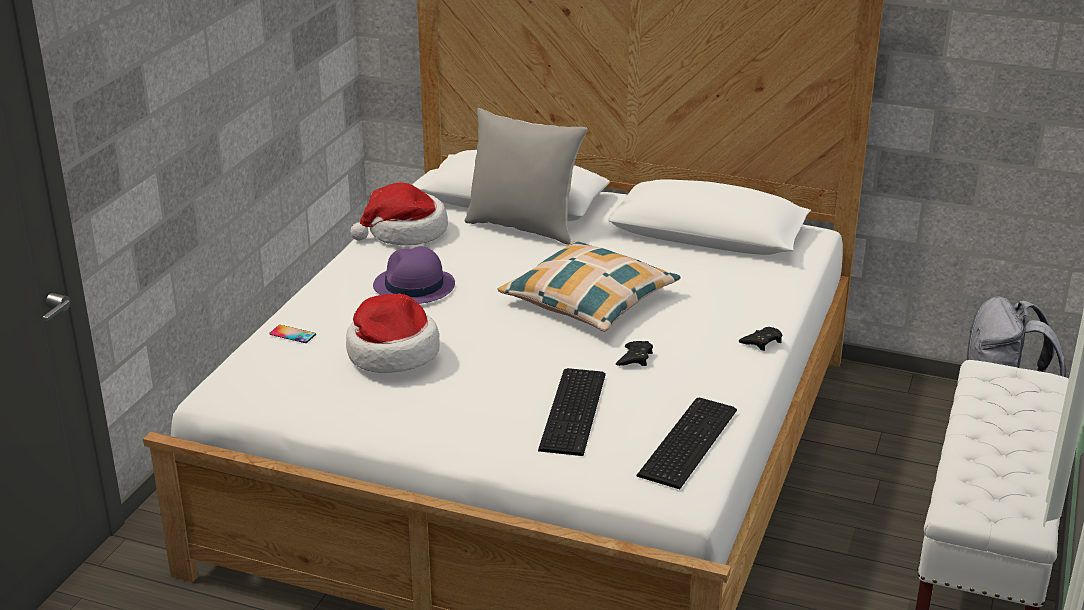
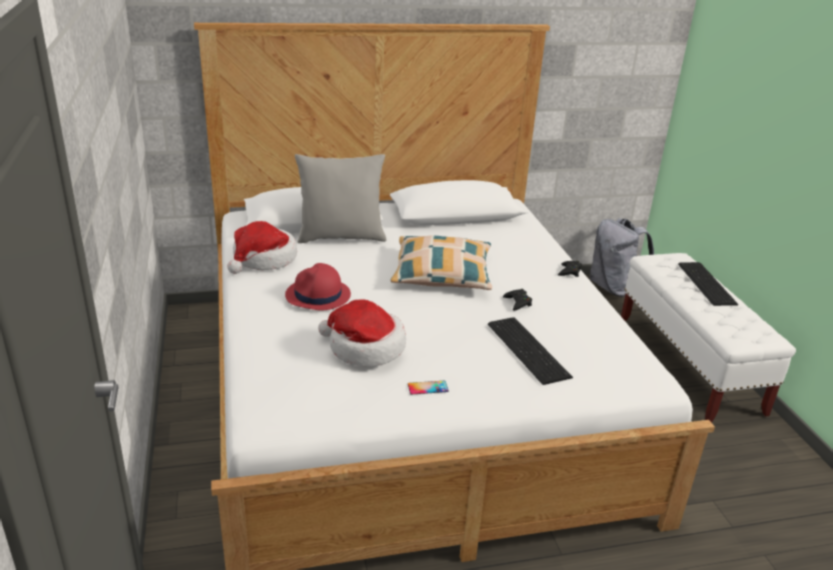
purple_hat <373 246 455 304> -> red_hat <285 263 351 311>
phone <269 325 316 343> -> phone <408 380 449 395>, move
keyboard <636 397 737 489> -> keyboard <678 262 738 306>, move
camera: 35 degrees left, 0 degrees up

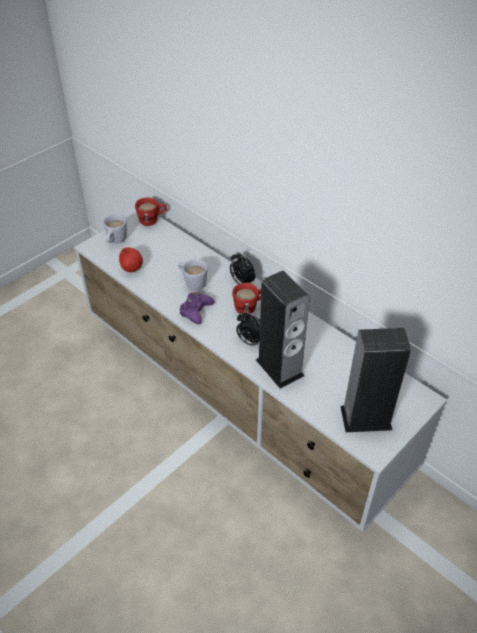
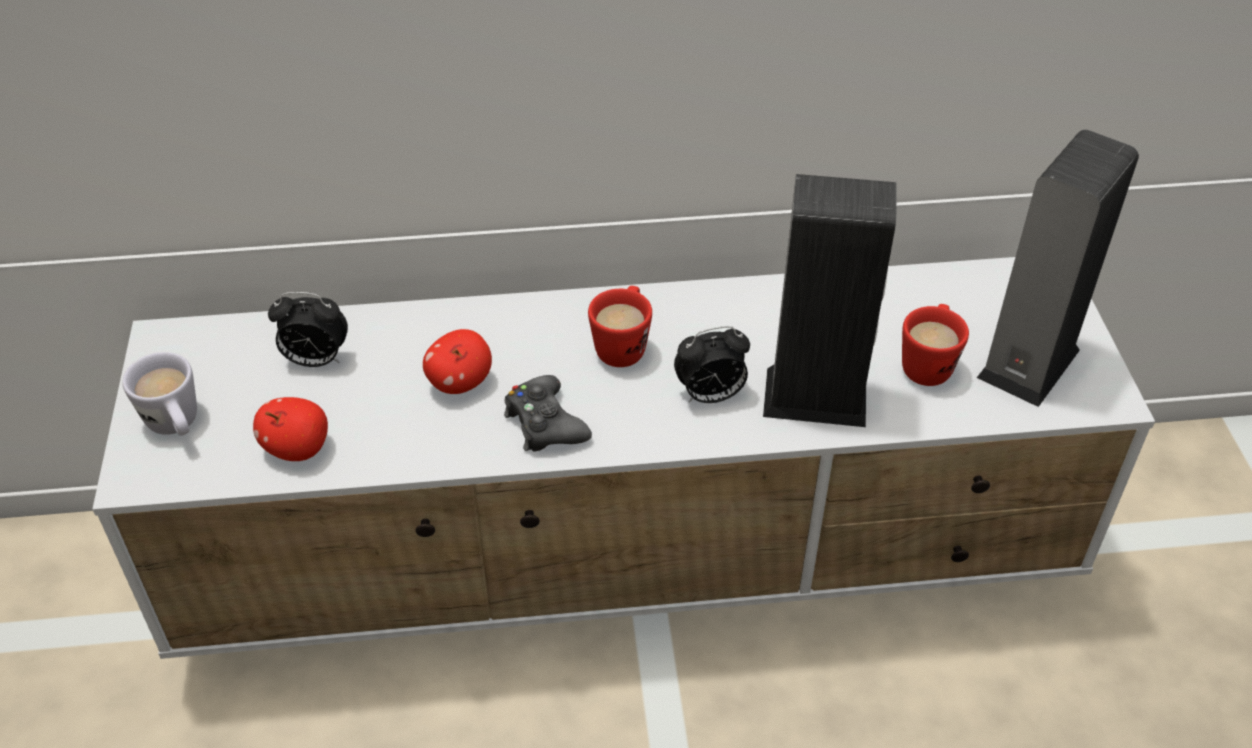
red_mug <135 198 167 226> -> red_mug <902 304 969 386>, move
alarm_clock <230 252 255 284> -> alarm_clock <268 292 348 367>, move
white_mug <178 259 208 291> -> apple <423 329 492 394>
purple_game_controller <180 292 215 324> -> black_game_controller <504 375 592 452>
camera: 50 degrees left, 0 degrees up

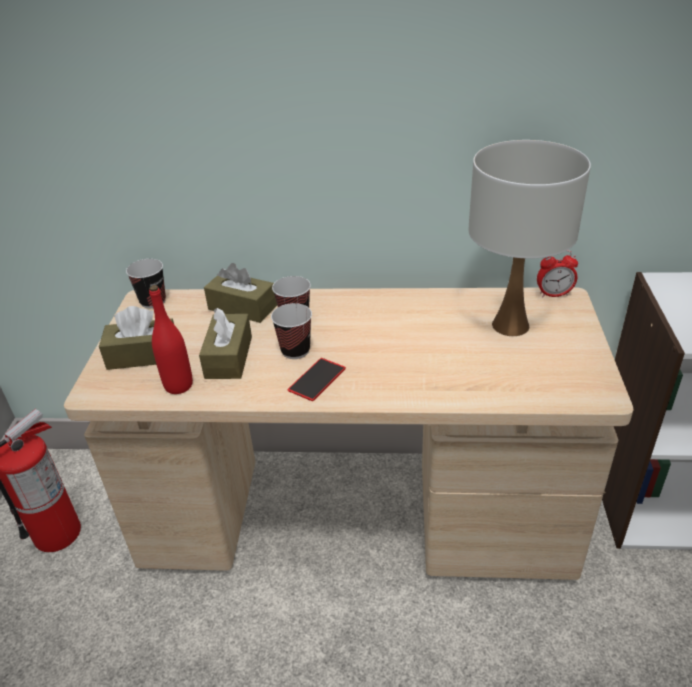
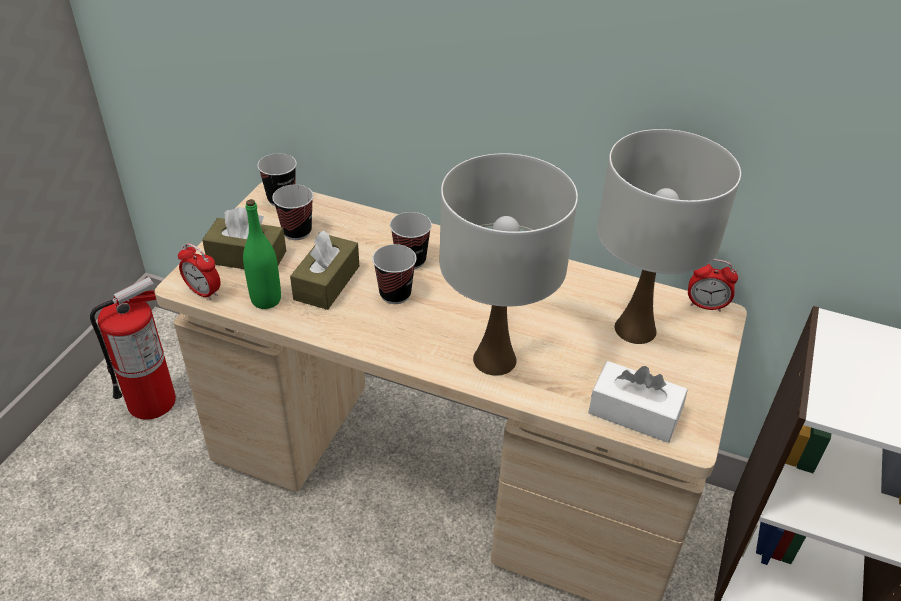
brown_tissue_box <204 263 277 323> -> none
red_bottle <149 285 193 394> -> green_bottle <243 199 281 309>
phone <288 358 346 401> -> none
none -> white_table_lamp <440 153 578 376>
none -> cup <272 185 313 240>
none -> alarm_clock <178 243 221 300>
none -> white_tissue_box <588 361 688 443>
camera: 15 degrees right, 5 degrees up

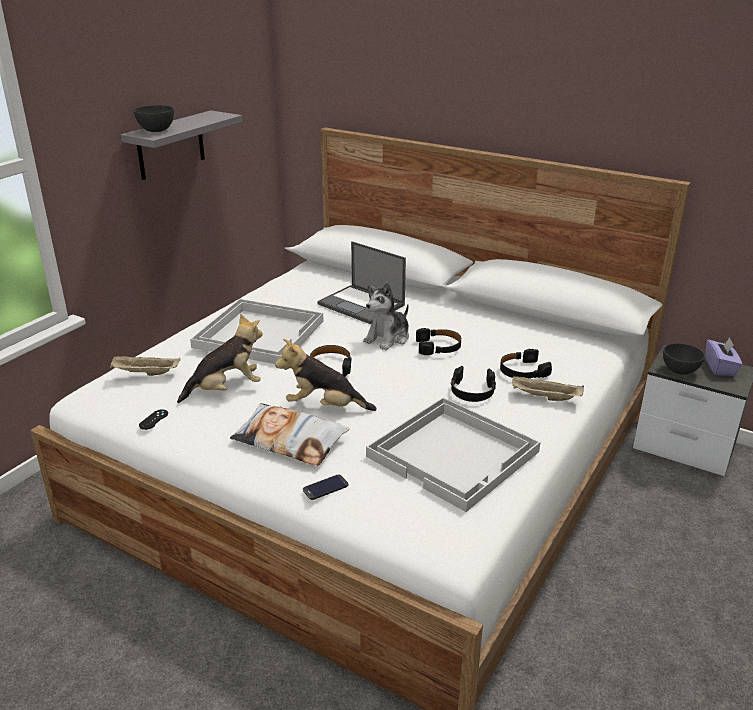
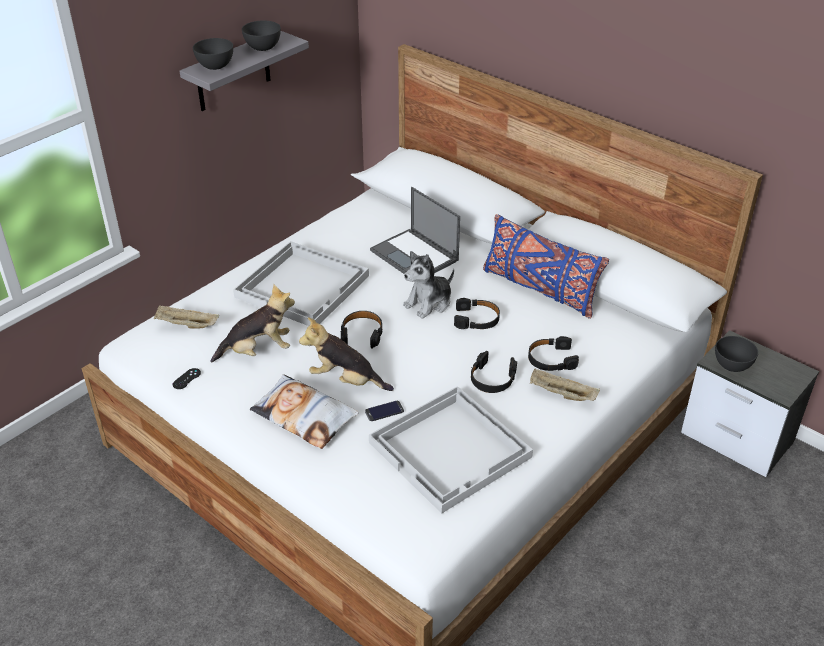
purple_tissue_box <706 337 742 376> -> none
phone <303 474 348 500> -> phone <365 401 404 421>, move
none -> grey_bowl <242 21 281 51>
none -> blue_pillow <483 214 609 319>
camera: 10 degrees right, 10 degrees up

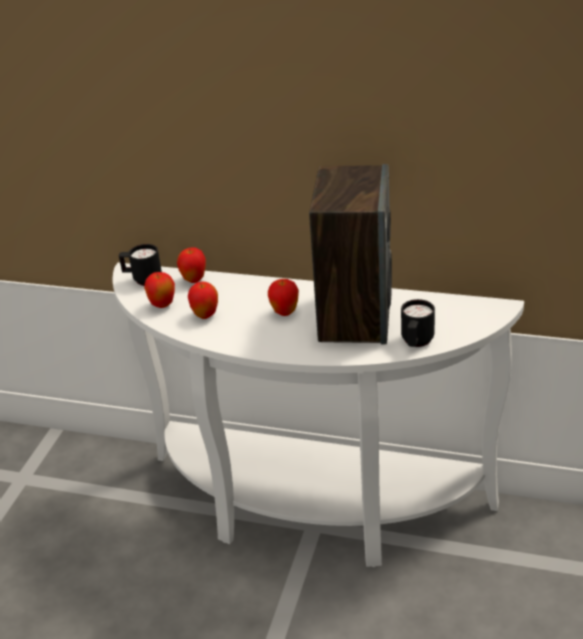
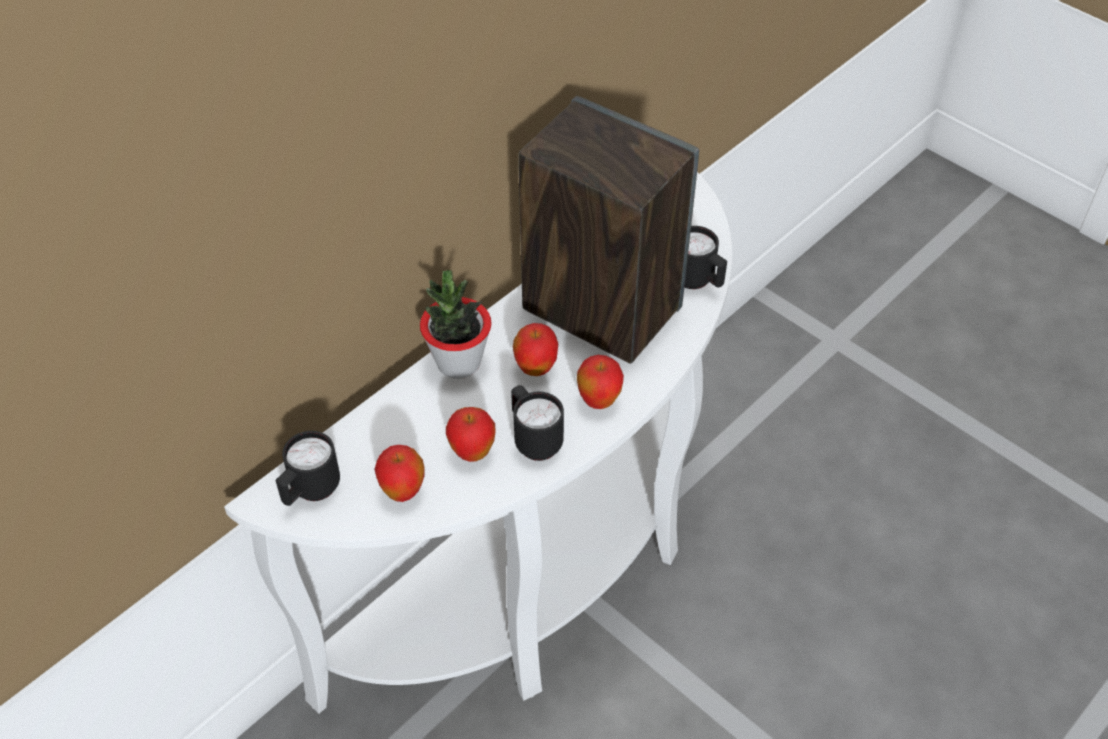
apple <177 247 206 283> -> apple <577 355 624 409>, move
none -> potted_plant <420 270 491 379>
none -> black_mug <511 385 564 461>
camera: 65 degrees left, 15 degrees up

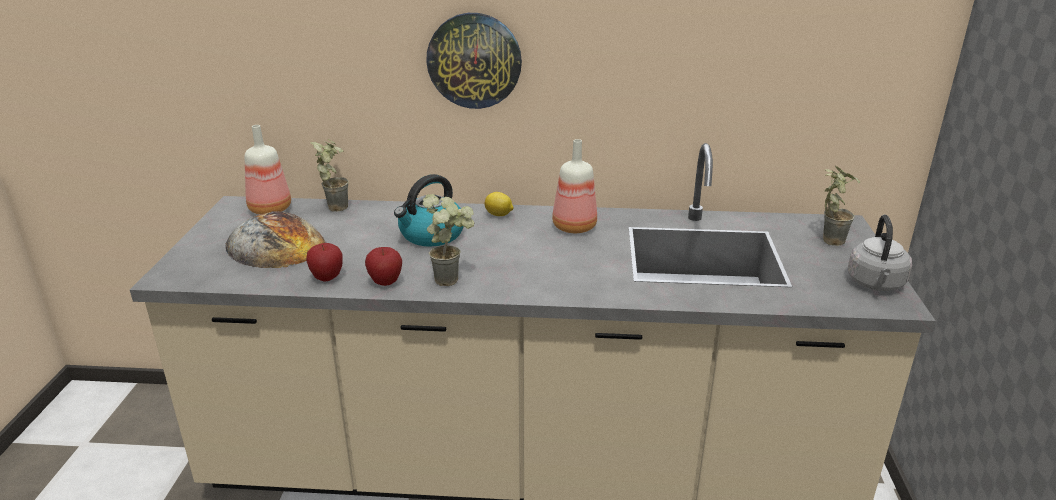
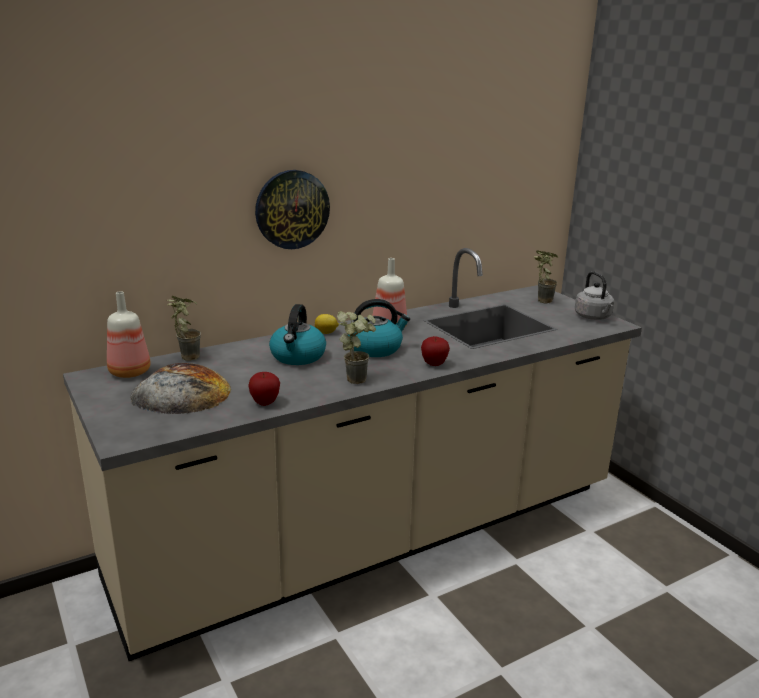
apple <365 247 402 286> -> apple <421 336 450 366>, move
none -> kettle <348 299 410 357>
camera: 35 degrees left, 5 degrees down

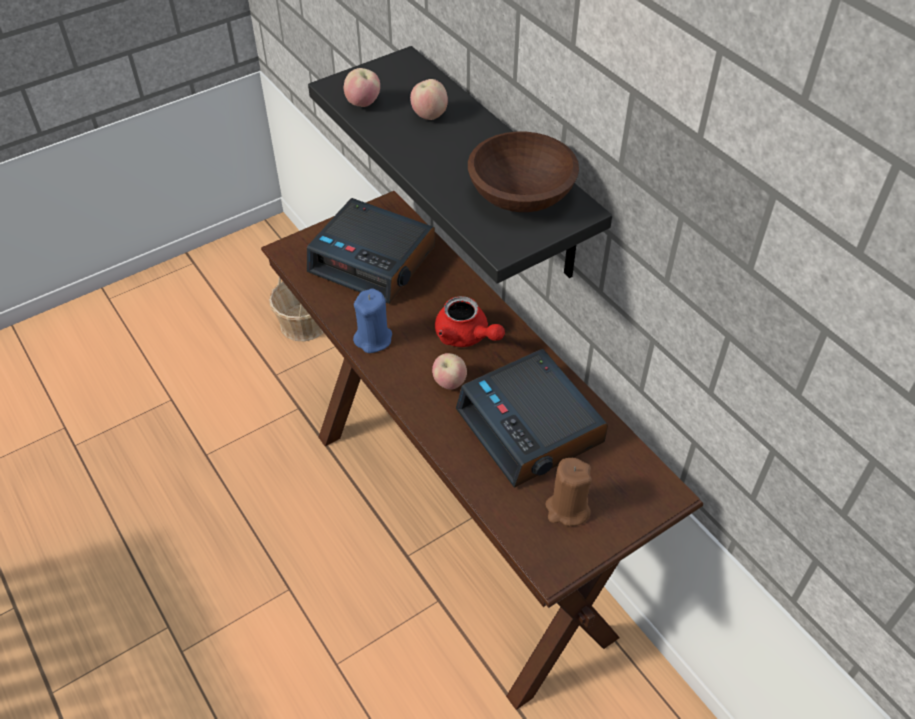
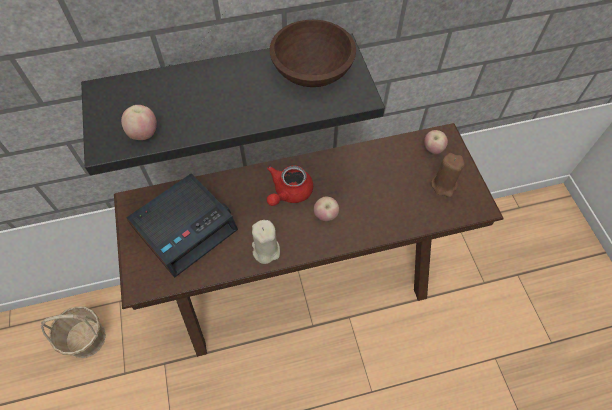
apple <410 79 448 120> -> apple <424 130 448 154>, move
blue_candle <353 289 392 353> -> beige_candle <252 220 280 264>
red_teapot <435 296 505 347> -> red_teapot <267 165 313 206>, 150 degrees clockwise
alarm_clock <456 349 608 488> -> none
camera: 70 degrees left, 10 degrees up

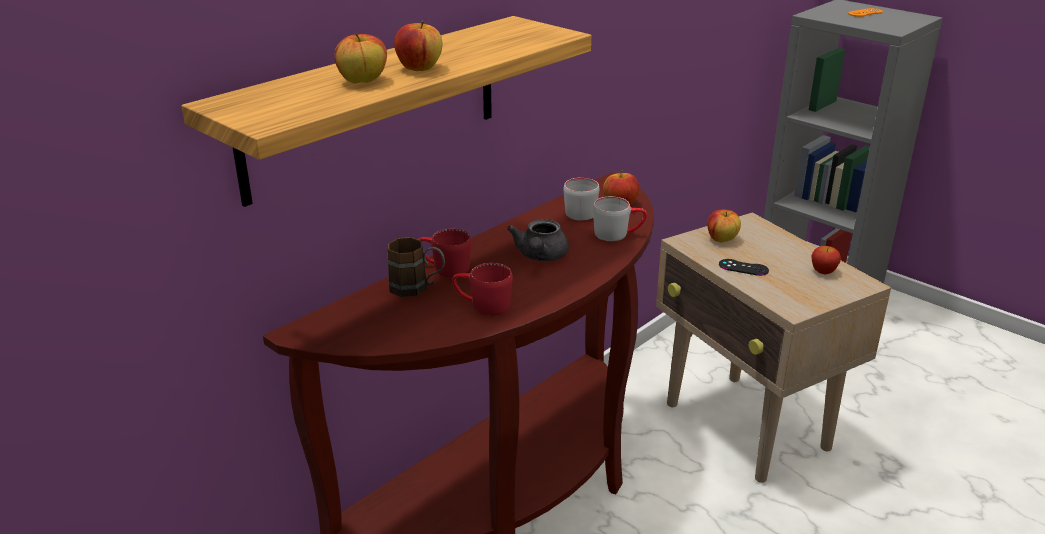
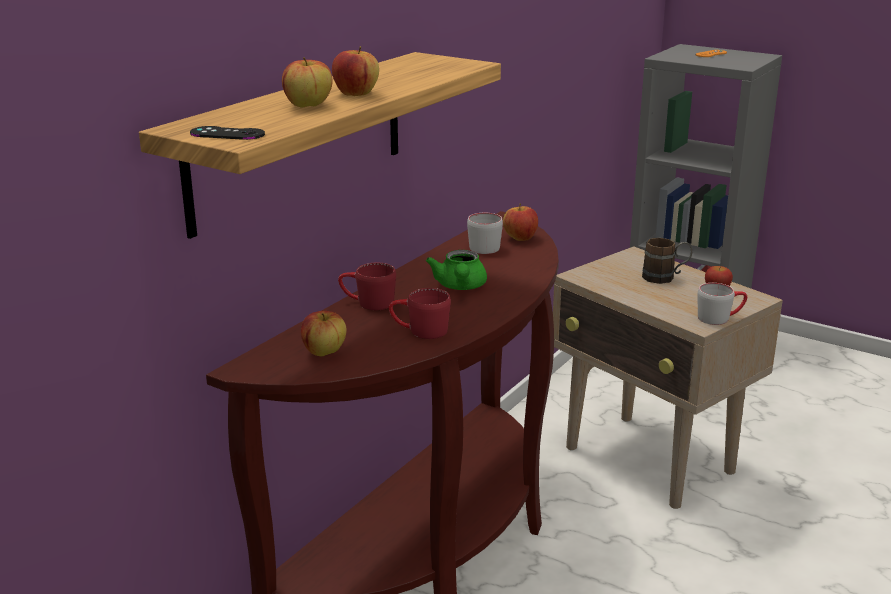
grey_mug <593 197 647 241> -> grey_mug <698 283 747 325>, move
apple <707 209 741 243> -> apple <301 311 347 356>, move
grey_teapot <507 219 569 261> -> green_teapot <426 250 487 290>
brown_mug <387 237 445 297> -> brown_mug <642 238 692 284>, move
black_game_controller <719 259 769 276> -> black_game_controller <190 126 265 140>, move
camera: 10 degrees left, 5 degrees down

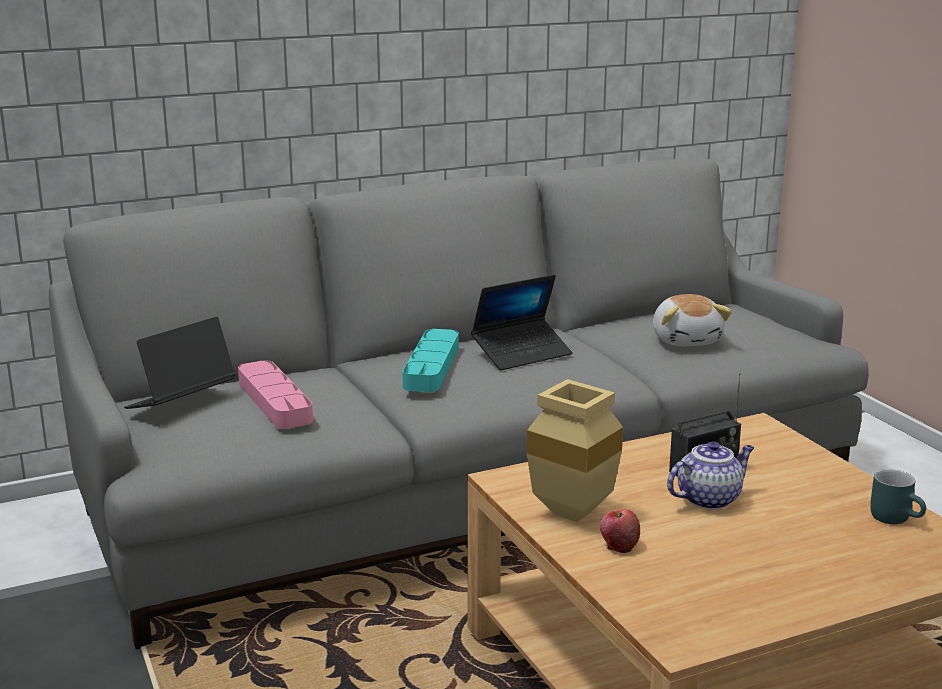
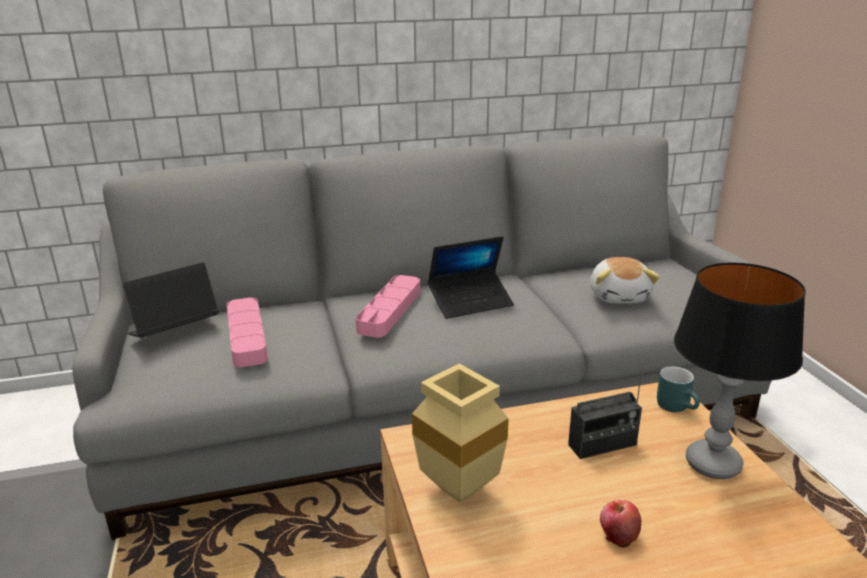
turquoise_tray <402 329 459 392> -> pink_tray <356 275 421 338>
teapot <667 441 754 510> -> none
turquoise_mug <870 469 926 524> -> turquoise_mug <657 366 700 412>, move
apple <600 509 640 553> -> apple <600 500 642 548>, move
none -> table_lamp <674 262 806 479>
camera: 10 degrees right, 5 degrees up

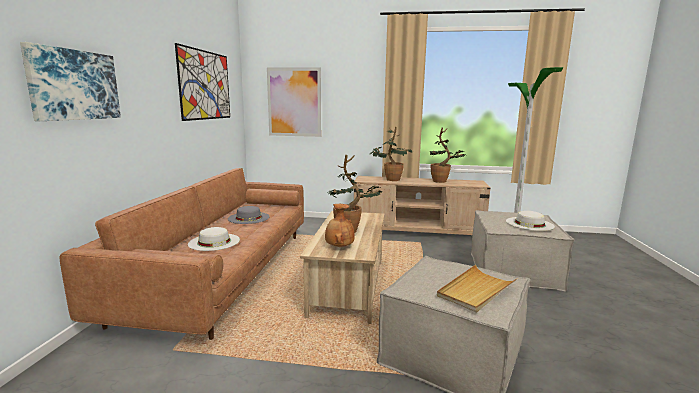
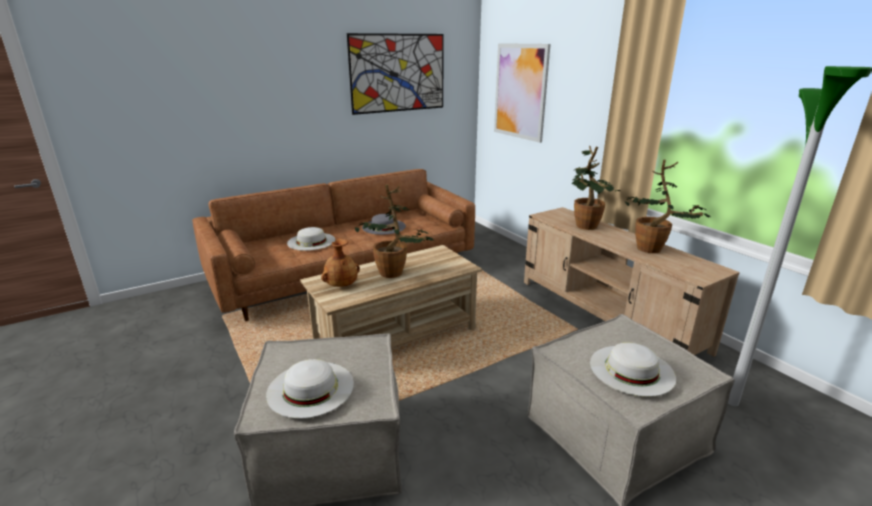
picture <20 42 121 121> -> none
beige_tray <437 265 518 313> -> white_hat <266 359 354 418>
camera: 50 degrees right, 10 degrees up

